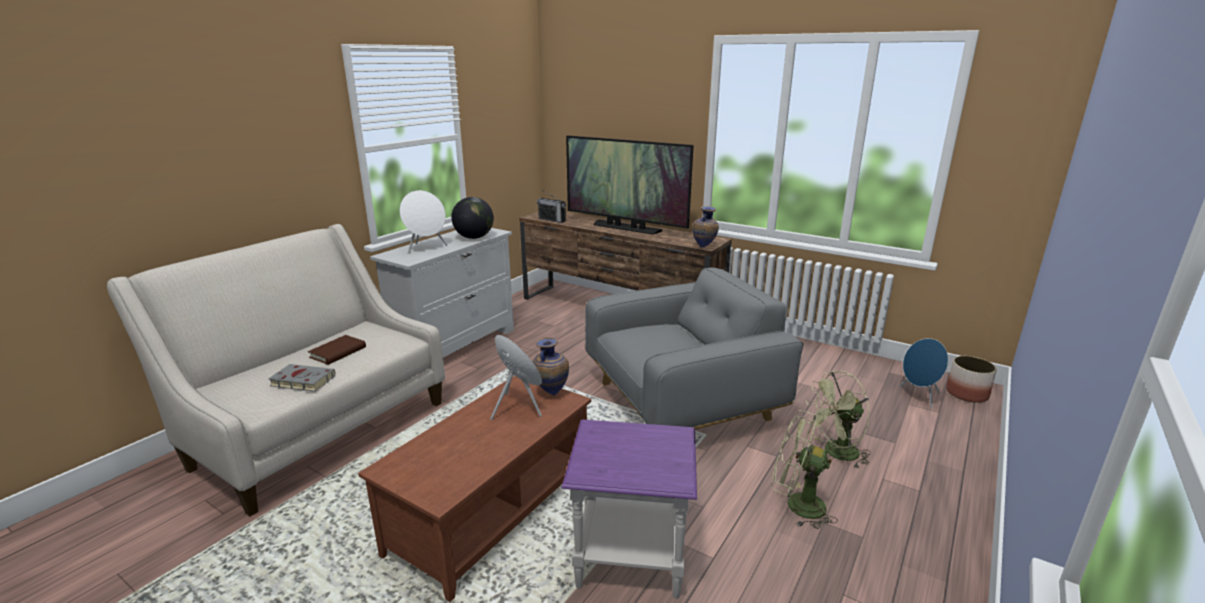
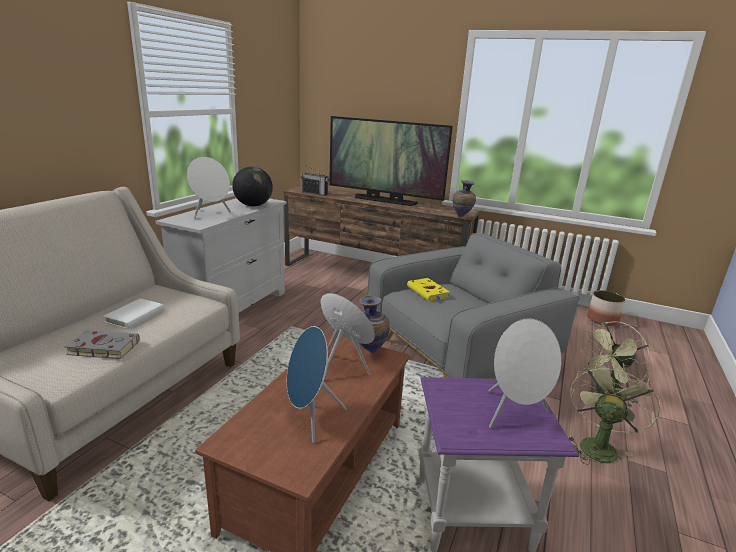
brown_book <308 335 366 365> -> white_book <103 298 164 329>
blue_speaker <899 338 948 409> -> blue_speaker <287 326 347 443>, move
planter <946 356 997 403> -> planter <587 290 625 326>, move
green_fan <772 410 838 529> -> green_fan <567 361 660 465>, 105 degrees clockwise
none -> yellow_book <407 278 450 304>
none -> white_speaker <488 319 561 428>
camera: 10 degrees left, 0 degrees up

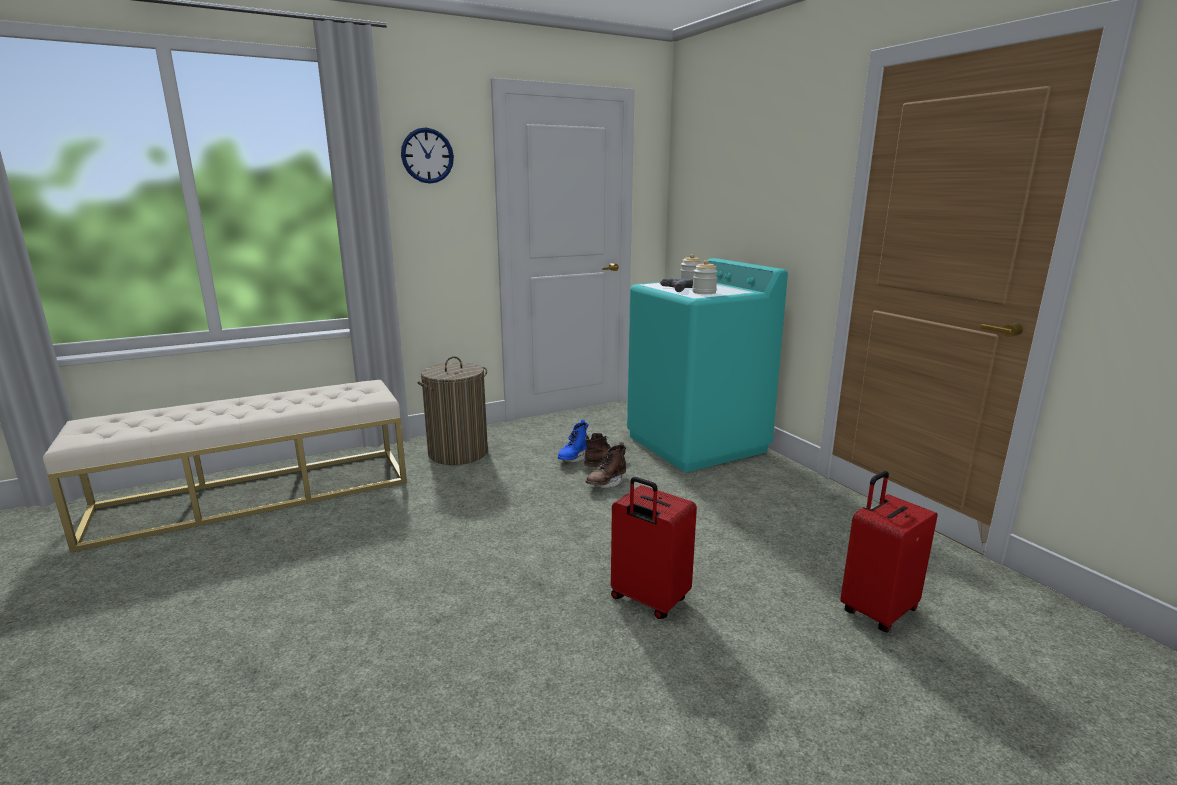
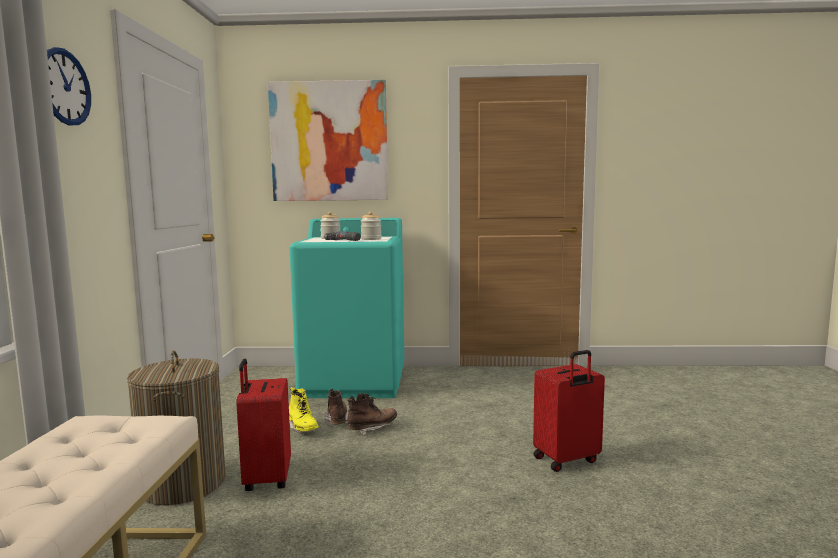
blue_boot <558 420 589 463> -> yellow_boot <289 387 319 433>
brown_boot <586 442 626 488> -> brown_boot <347 393 397 436>, 105 degrees counterclockwise
red_suitcase <840 471 937 633> -> red_suitcase <236 359 291 491>, move
none -> picture <268 80 388 201>
camera: 60 degrees left, 10 degrees down

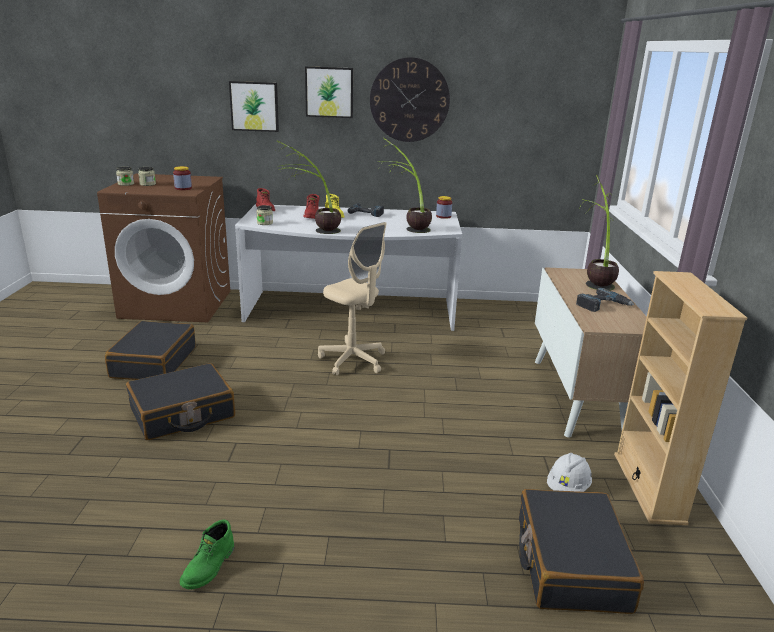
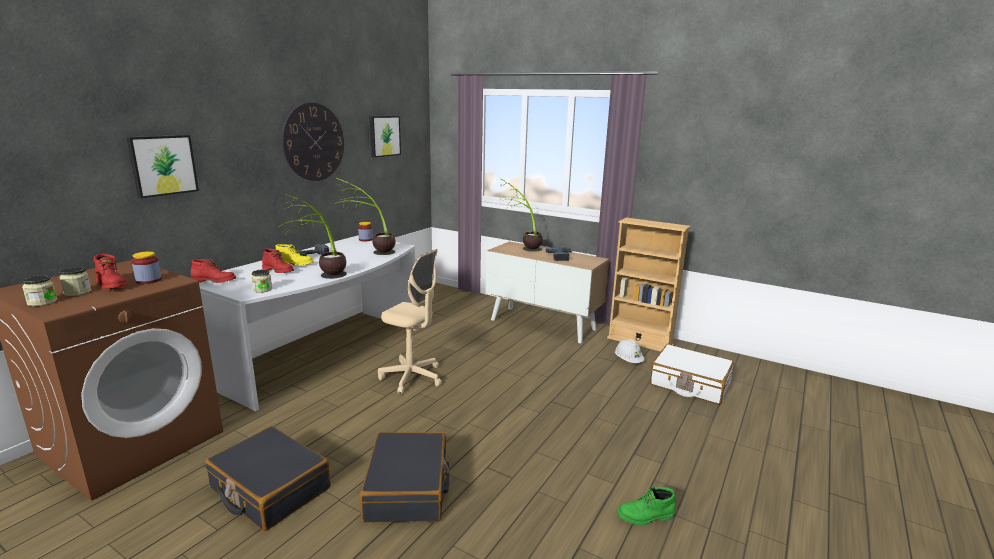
picture <305 66 353 118> -> picture <370 116 401 157>, move
beige_office_chair <318 222 386 375> -> beige_office_chair <378 249 442 394>, 45 degrees clockwise
black_suitcase <519 489 644 614> -> white_suitcase <650 344 734 405>
green_boot <180 520 234 589> -> green_boot <617 487 676 525>, 120 degrees clockwise
none -> red_boot <94 254 128 289>
camera: 60 degrees left, 5 degrees down

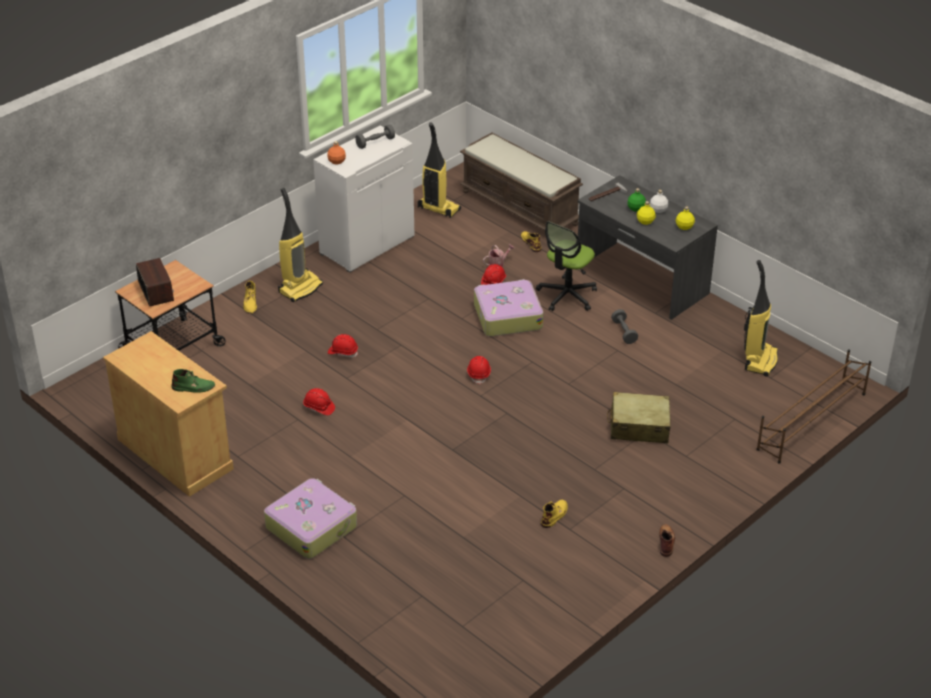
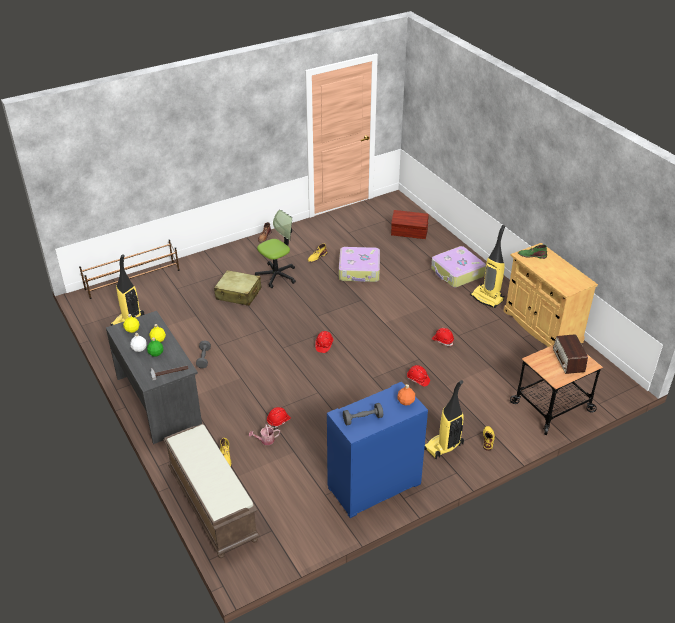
vacuum_cleaner <418 122 461 218> -> vacuum_cleaner <470 225 505 308>, move
white_cabinet <313 126 414 273> -> blue_cabinet <327 382 428 518>
office_chair <536 221 597 311> -> office_chair <255 210 296 288>, move
suitcase <474 279 543 336> -> suitcase <339 247 380 282>, move
none -> brown_storage_box <391 210 429 239>
camera: 165 degrees left, 0 degrees up

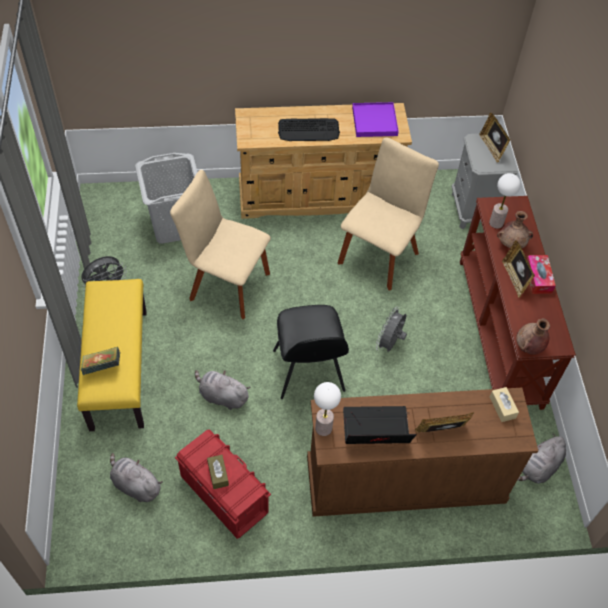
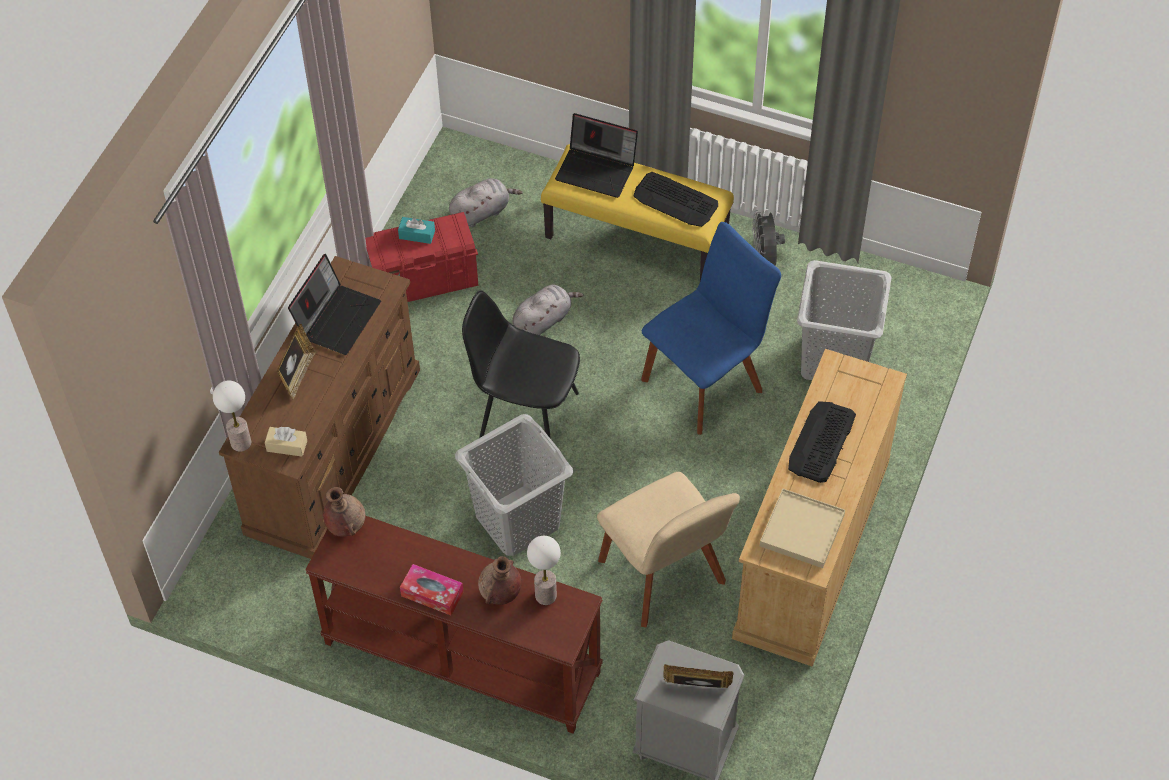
purple_tray <352 102 399 137> -> beige_tray <760 489 845 568>
beige_chair <170 170 271 319> -> blue_chair <641 222 781 435>
picture_frame <502 240 535 298> -> none
grey_fan <376 307 407 352> -> grey_laundry_basket <455 414 573 556>
book <81 347 120 375> -> laptop <555 113 638 198>
table_lamp <314 382 341 436> -> table_lamp <213 381 251 452>, move
grey_plush_toy <518 434 566 484> -> none
brown_tissue_box <207 455 229 489> -> turquoise_tissue_box <398 217 435 244>
none -> keyboard <633 172 718 227>
camera: 120 degrees right, 0 degrees up

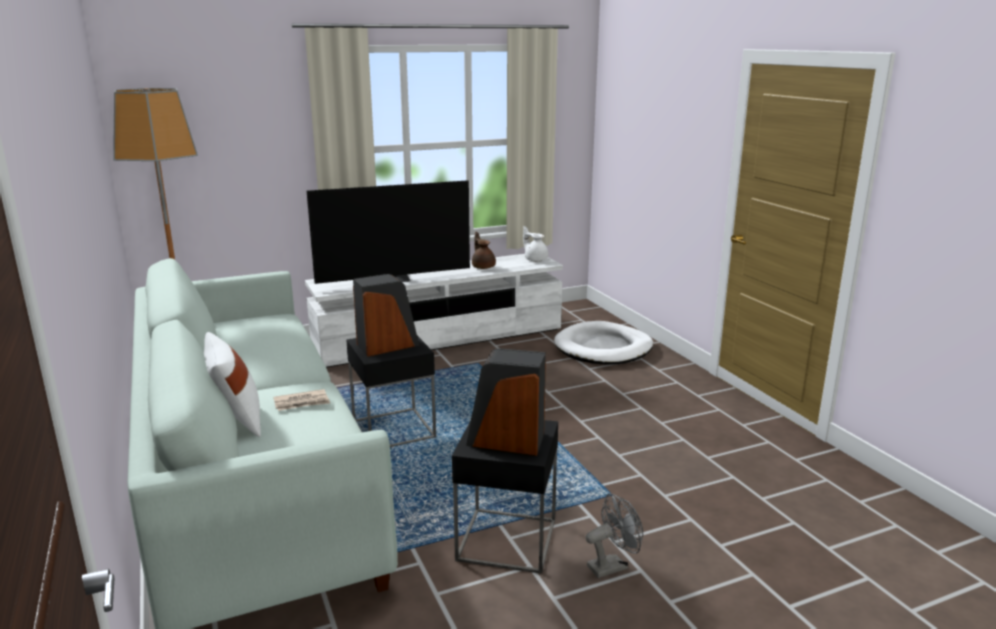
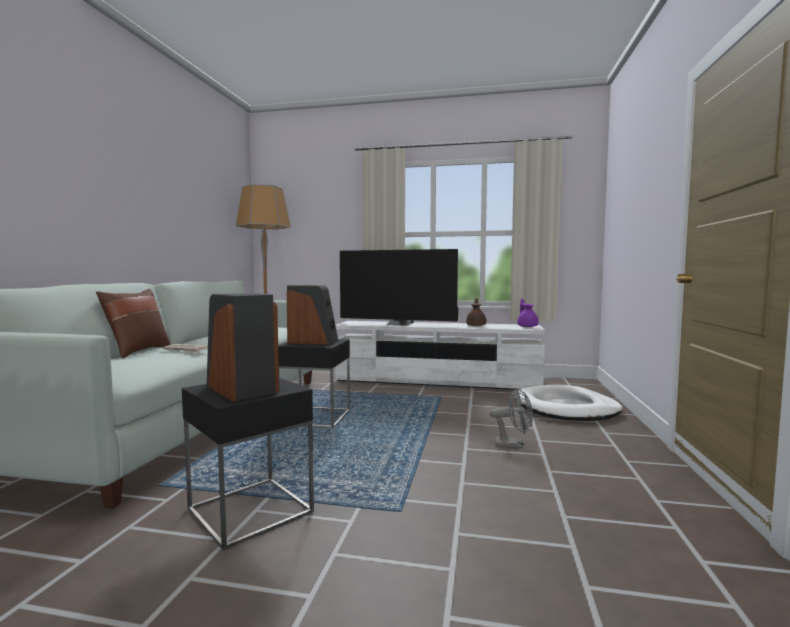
white_teapot <523 226 548 261> -> purple_teapot <517 299 538 327>
white_pillow <204 332 261 437> -> brown_pillow <96 289 170 358>
grey_fan <585 493 643 578> -> grey_fan <490 388 533 448>, move
camera: 35 degrees right, 15 degrees down

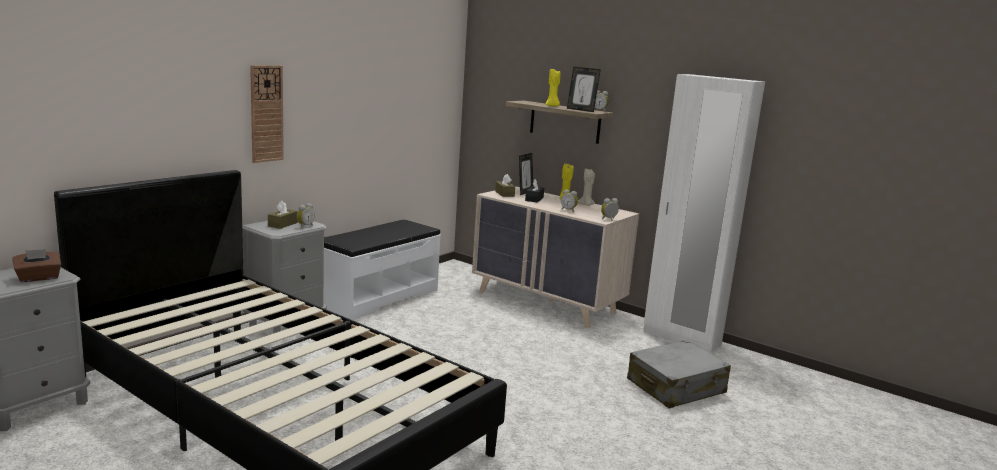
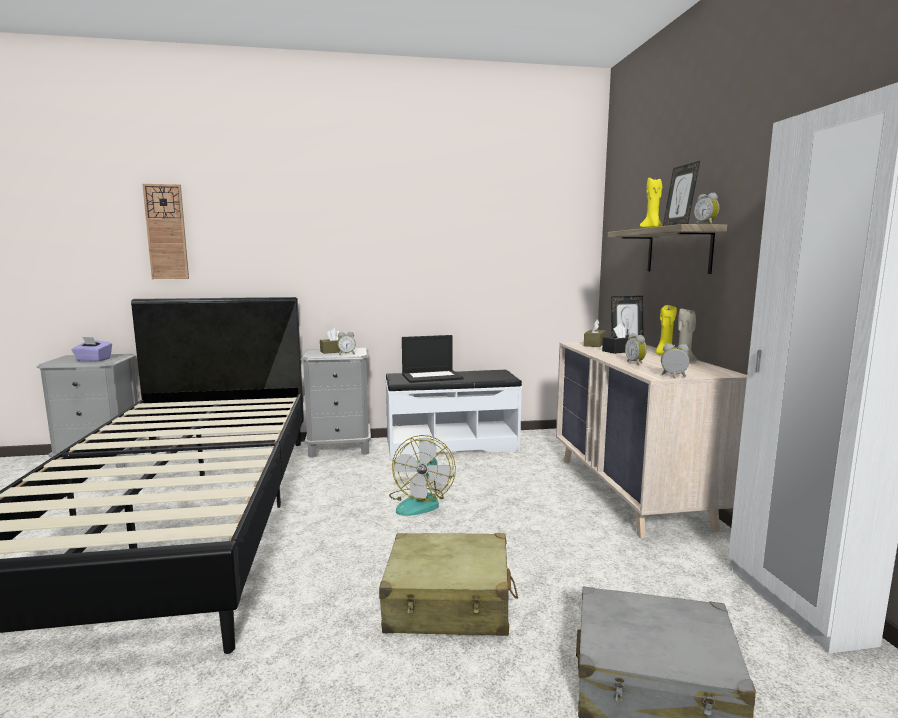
wall_clock <250 65 284 163> -> wall_clock <142 184 189 279>, move
brown_tissue_box <12 249 61 282> -> purple_tissue_box <71 337 112 362>
none -> laptop <402 335 463 383>
none -> fan <389 435 456 516>
none -> beige_suitcase <379 533 518 636>
camera: 45 degrees right, 5 degrees down

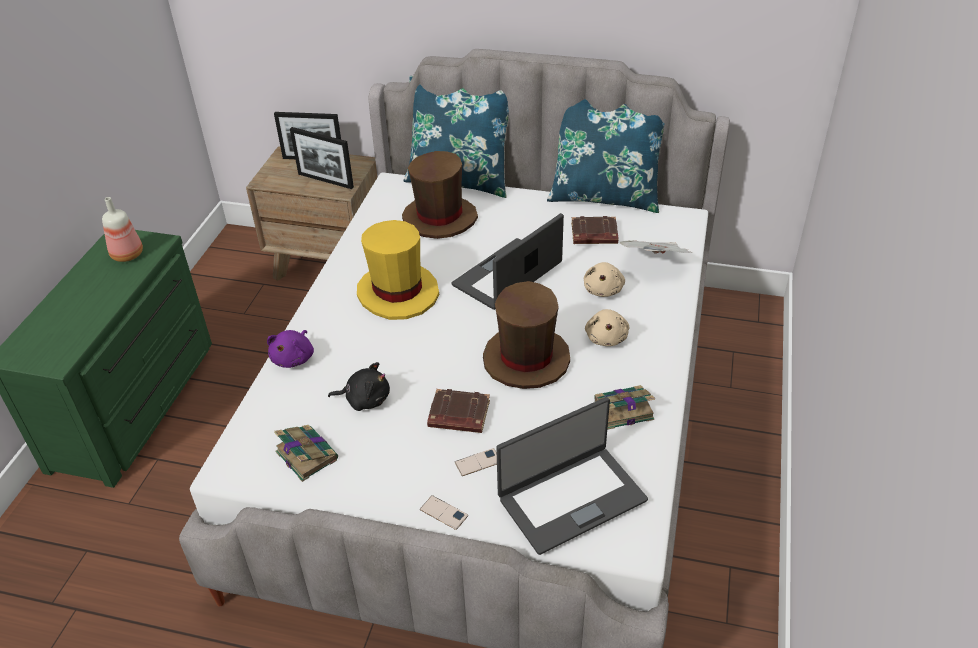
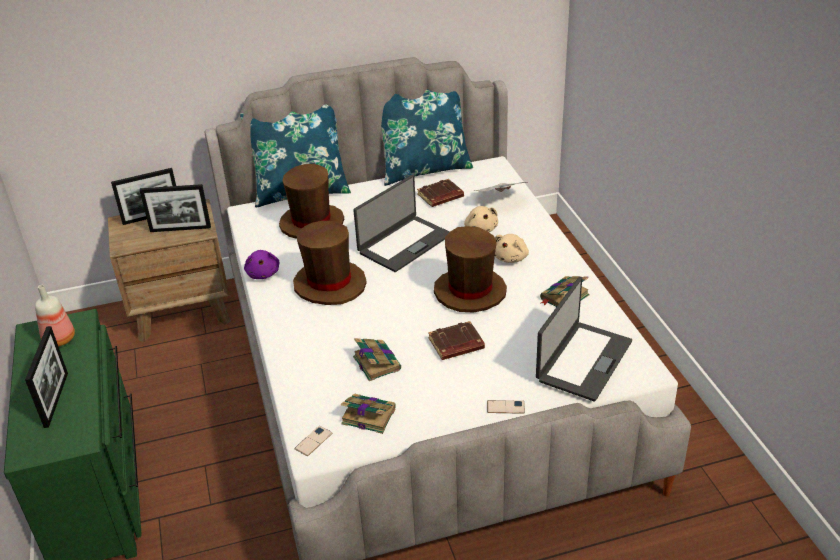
laptop <452 213 564 310> -> laptop <353 175 450 272>, 150 degrees counterclockwise
yellow_hat <357 220 440 320> -> brown_hat <293 221 367 305>
beige_plush_toy <585 309 629 346> -> beige_plush_toy <495 234 529 263>, 60 degrees clockwise
purple_plush_toy <267 330 314 368> -> purple_plush_toy <244 250 280 279>, move
black_plush_toy <328 362 390 411> -> book <353 338 401 381>
phone <455 448 497 476> -> phone <294 426 332 456>, move
none -> picture_frame <25 326 68 428>
camera: 30 degrees left, 5 degrees down

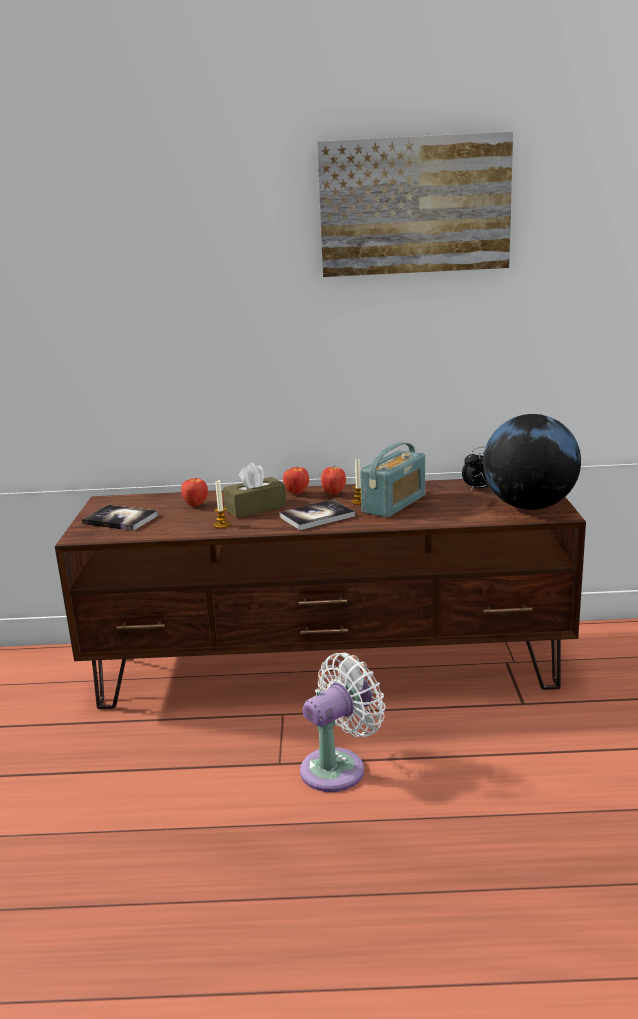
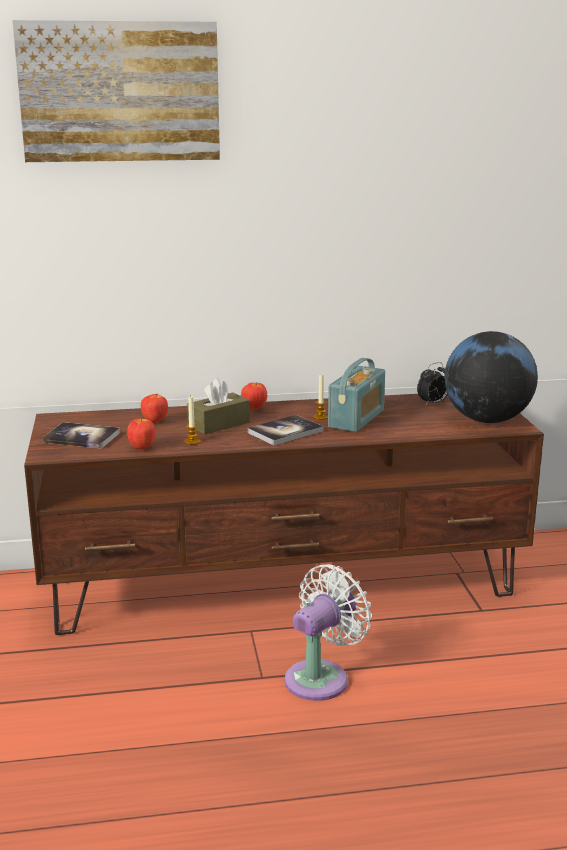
picture <317 131 513 277> -> picture <12 20 220 162>, move
apple <321 465 346 495> -> apple <127 417 155 450>, move
camera: 10 degrees left, 0 degrees up

